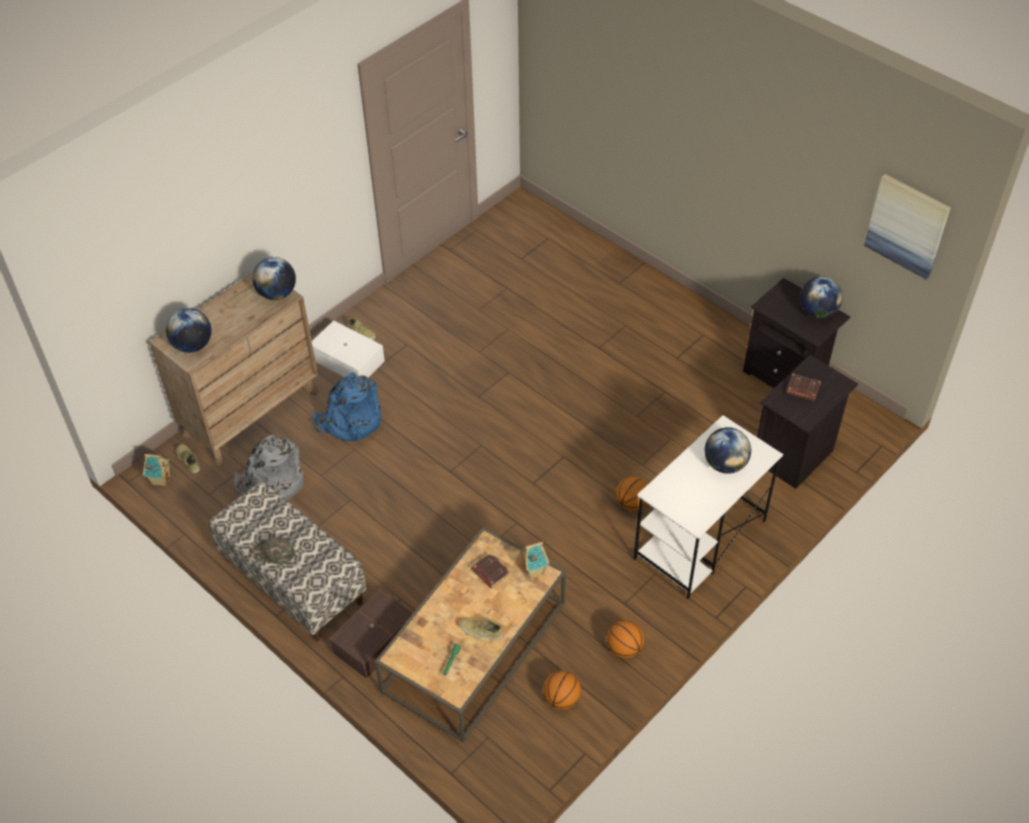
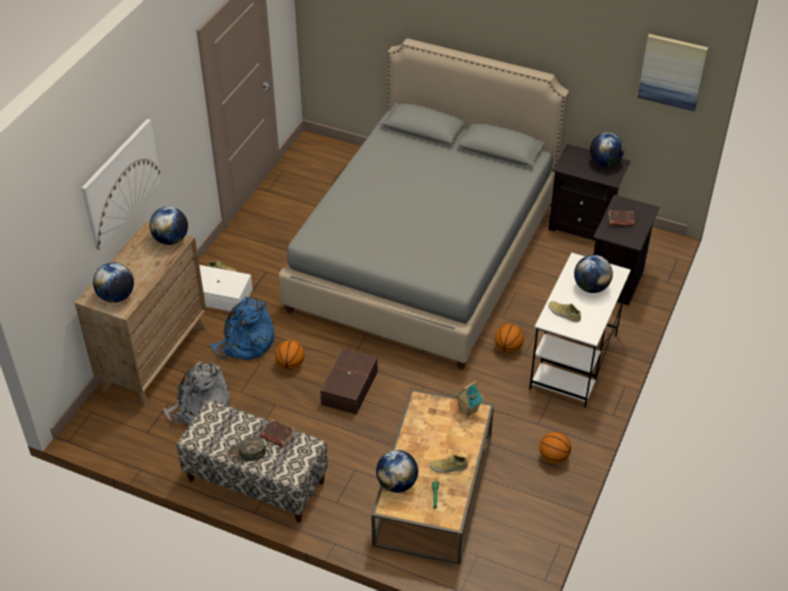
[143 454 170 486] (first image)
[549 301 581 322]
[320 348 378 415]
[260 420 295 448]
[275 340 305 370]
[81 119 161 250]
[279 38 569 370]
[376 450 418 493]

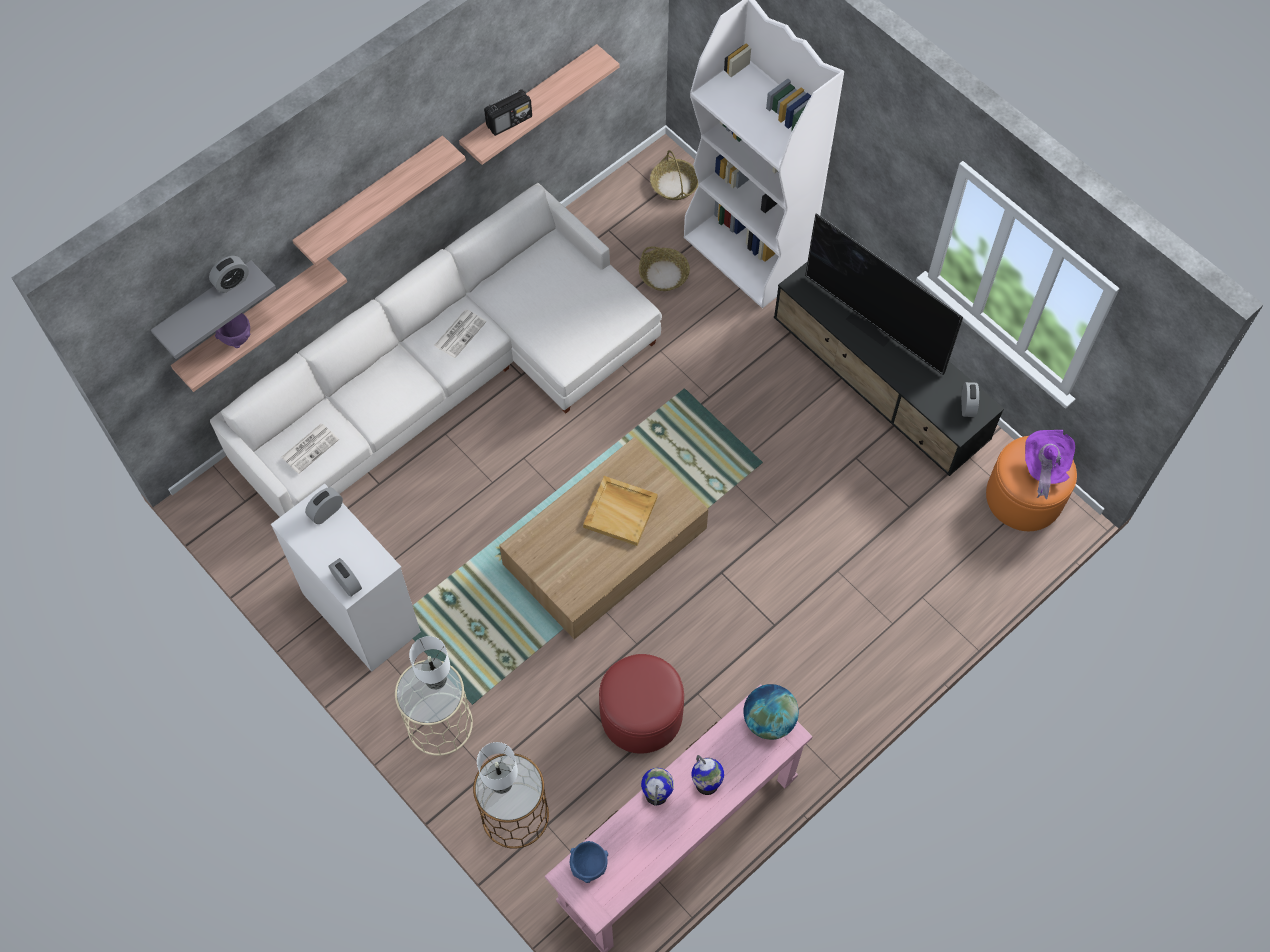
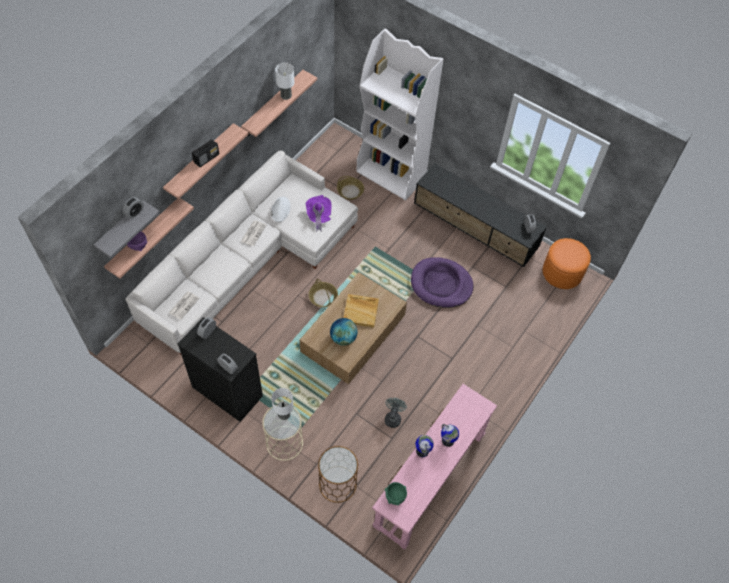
[178 317 263 422]
[275 62 294 100]
[192 139 219 167]
[385 482 407 506]
[385 398 407 428]
[309 279 338 307]
[330 318 358 346]
[805 213 963 375] (first image)
[306 195 332 232]
[271 196 290 222]
[411 257 473 308]

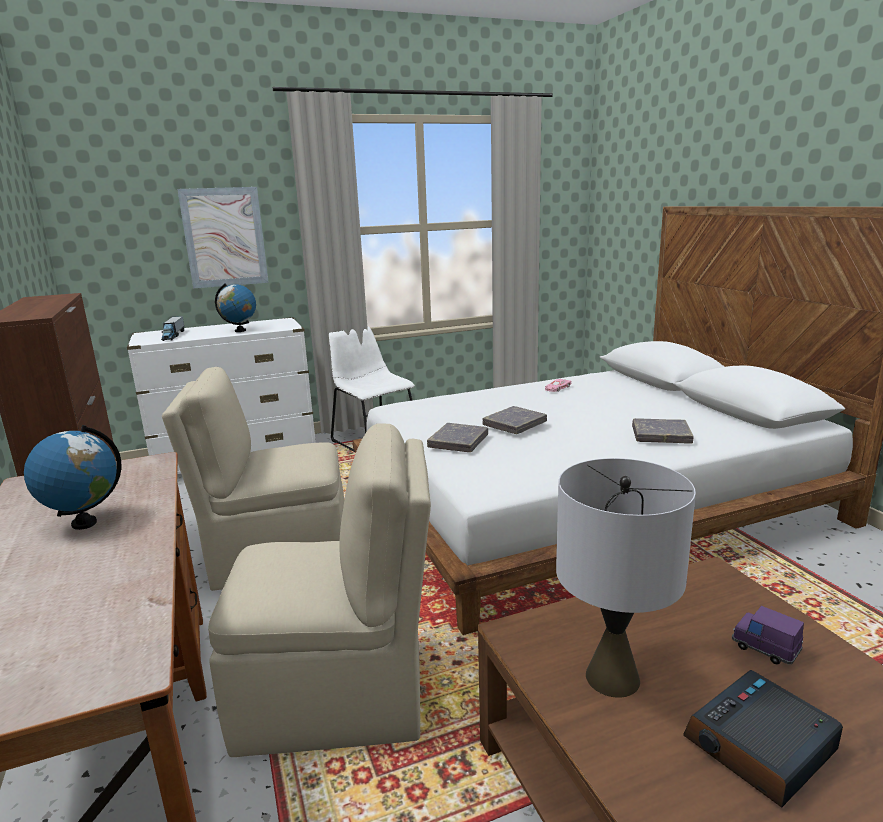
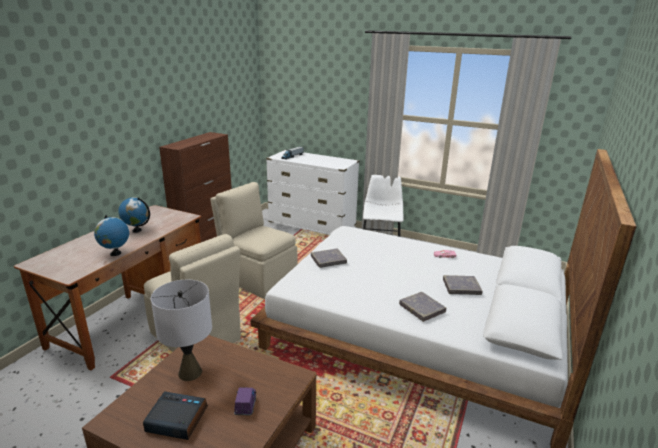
[177 187 269 289] (first image)
[94 215 129 256]
[443 275 482 295]

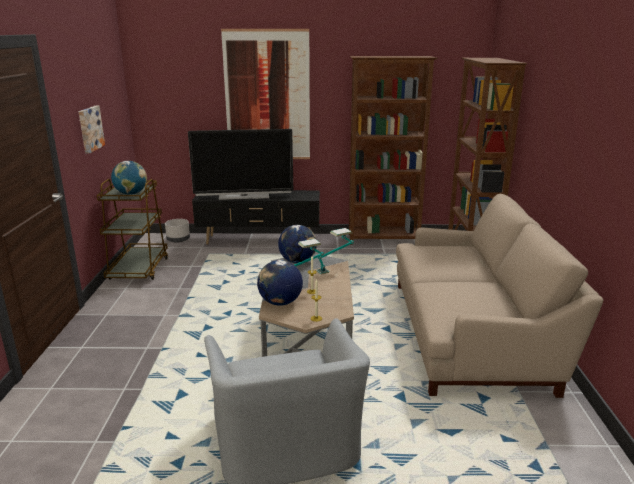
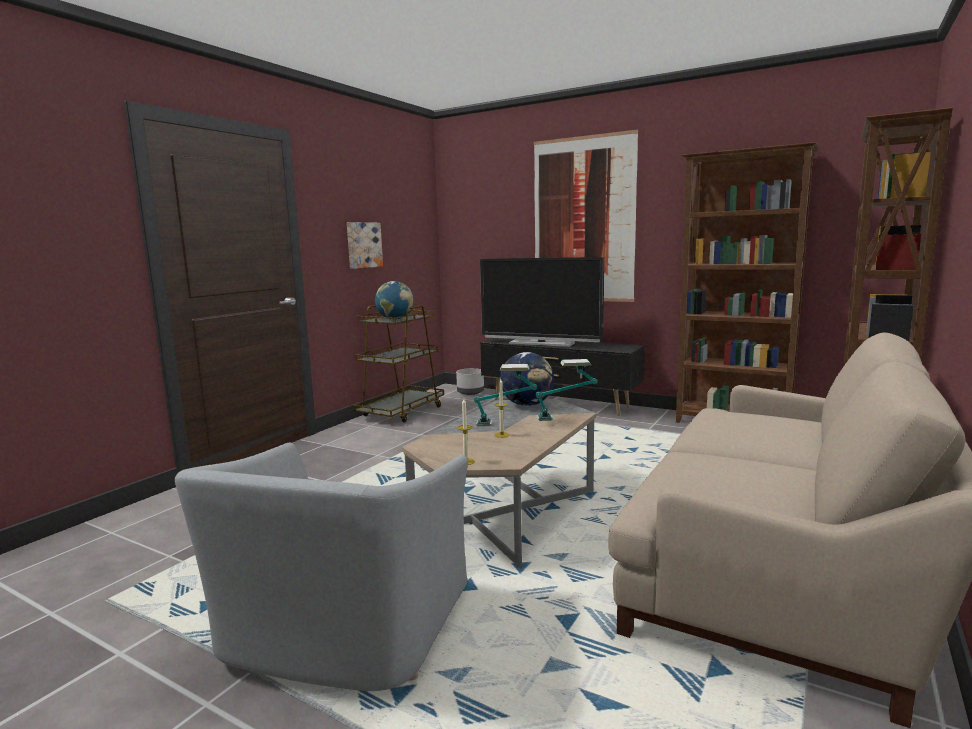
[257 260 303 306] (first image)

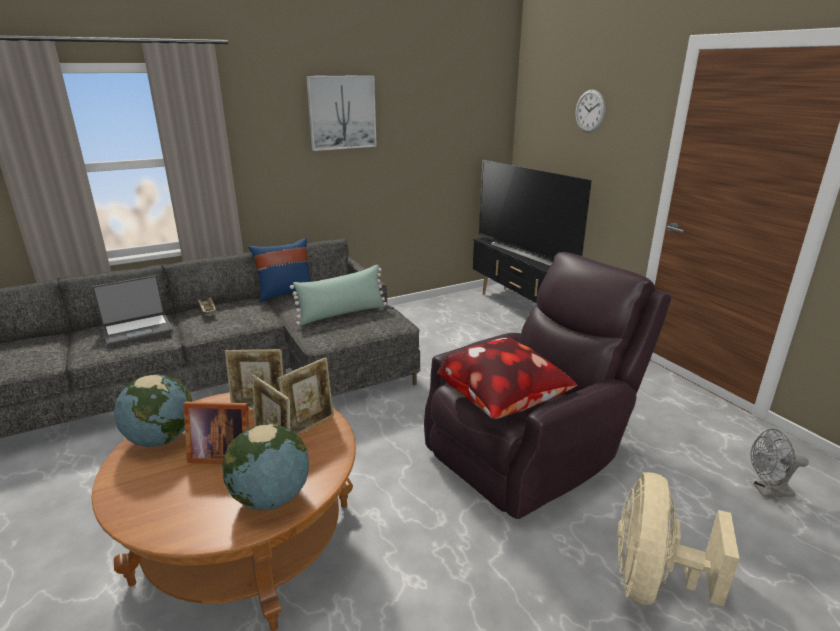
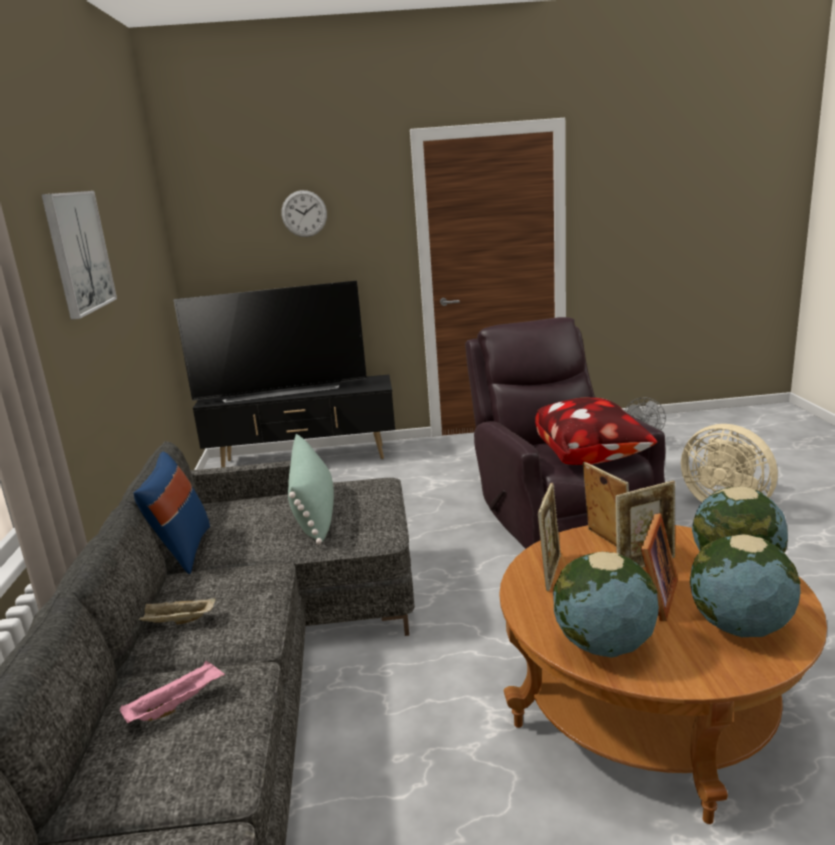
[120 661 225 723]
[690 534 801 637]

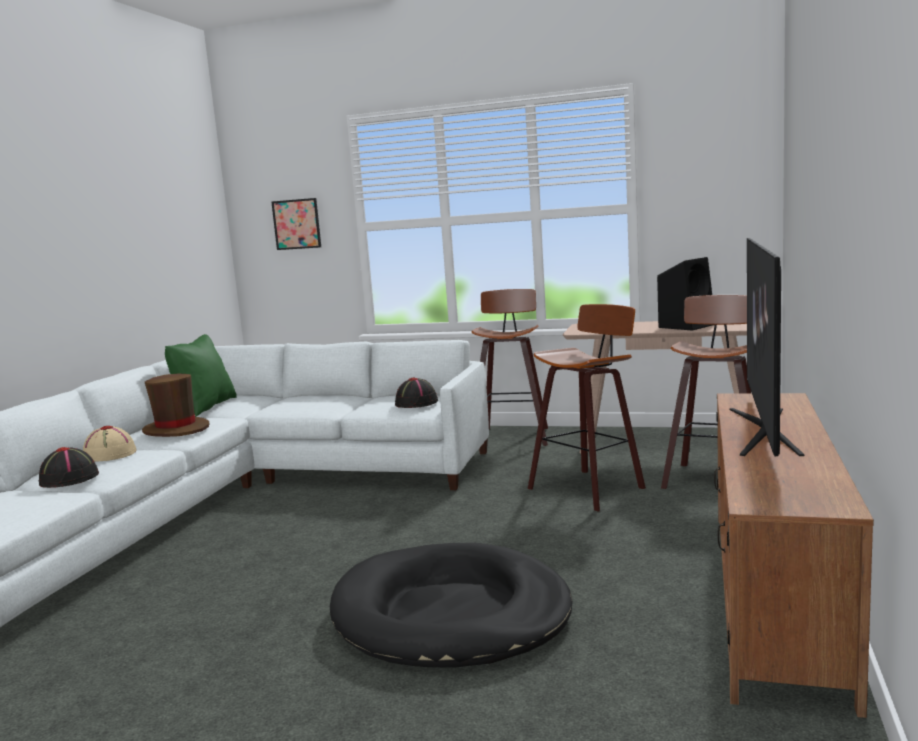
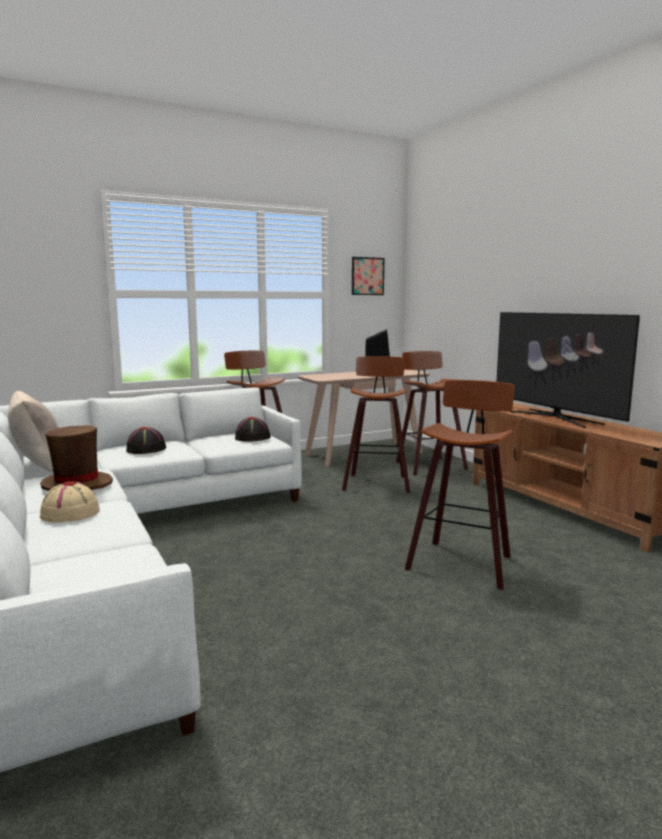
[126 427 166 454]
[8 391 59 472]
[352 257 384 295]
[405 380 515 590]

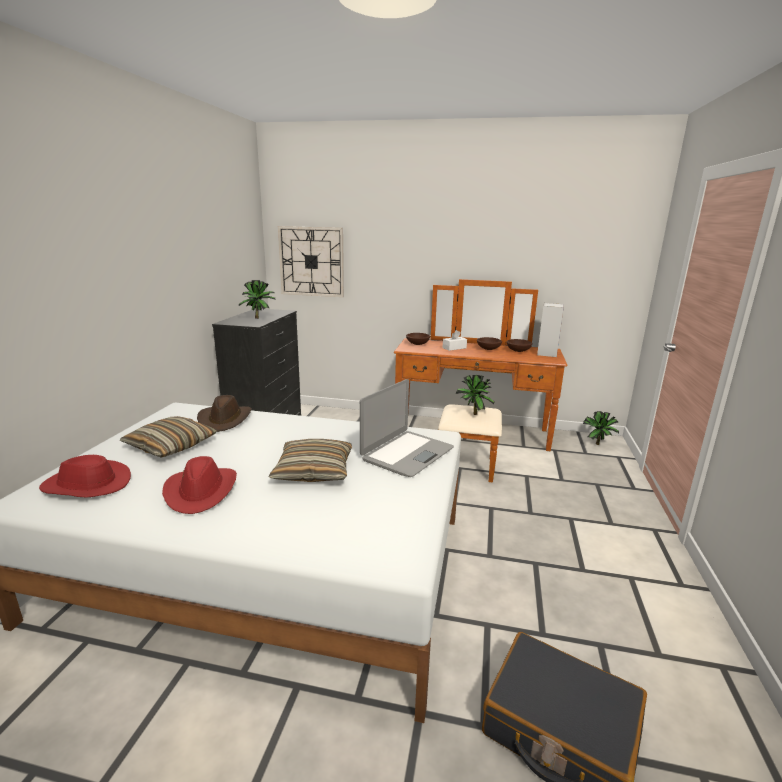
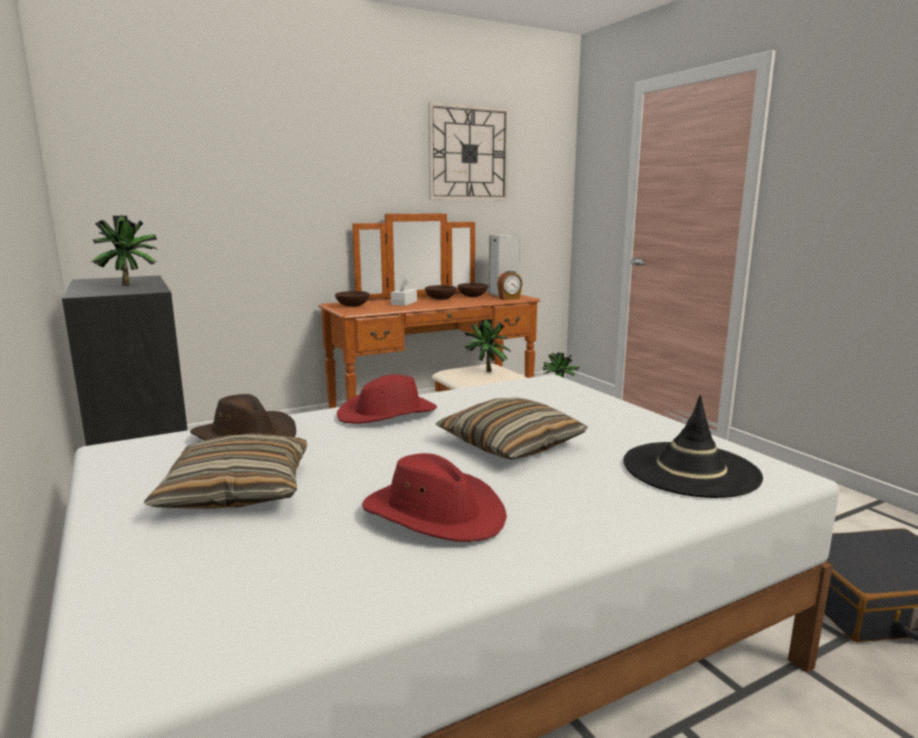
[337 374 437 424]
[428 102 509 200]
[360 379 454 477] (first image)
[497 271 523 300]
[623 395 763 498]

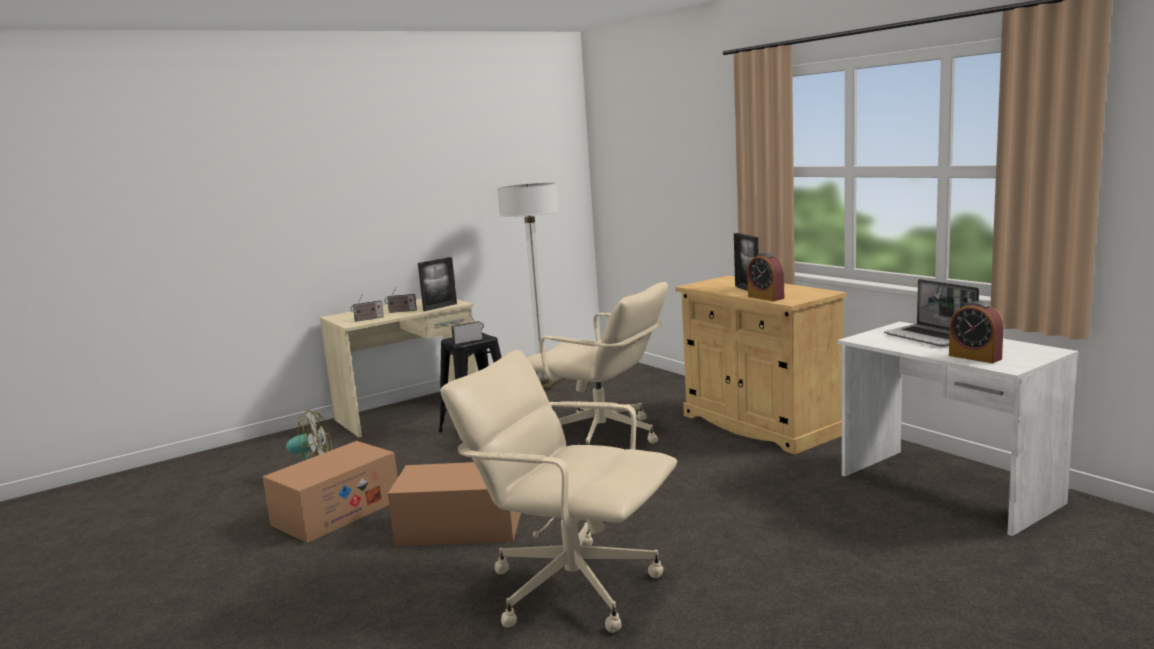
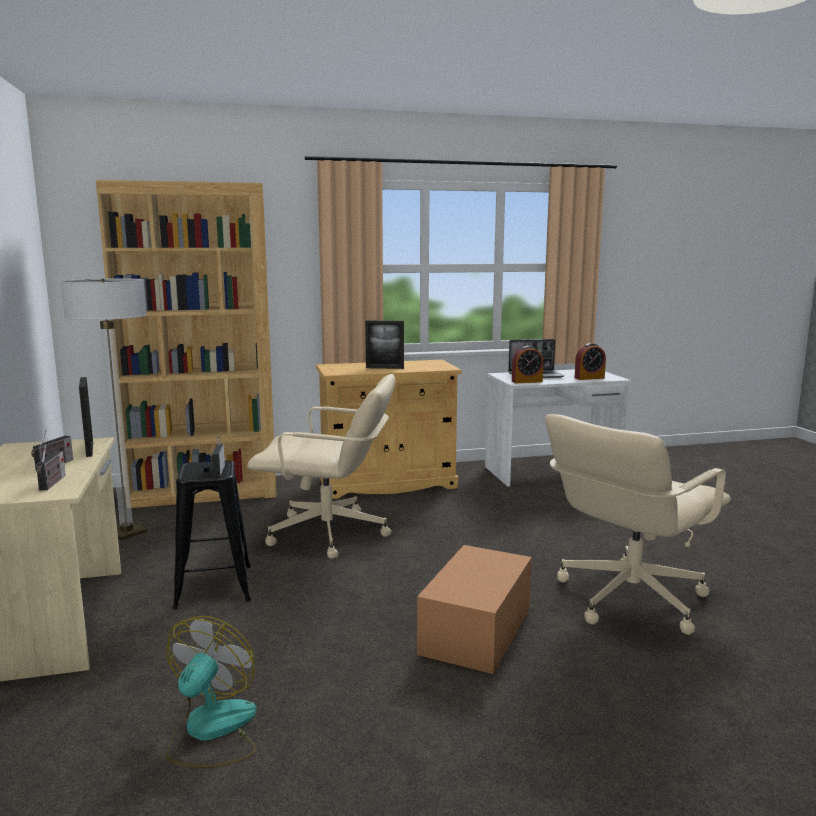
[262 441 398 543] (first image)
[247 374 395 559]
[512 346 544 383]
[96 180 277 508]

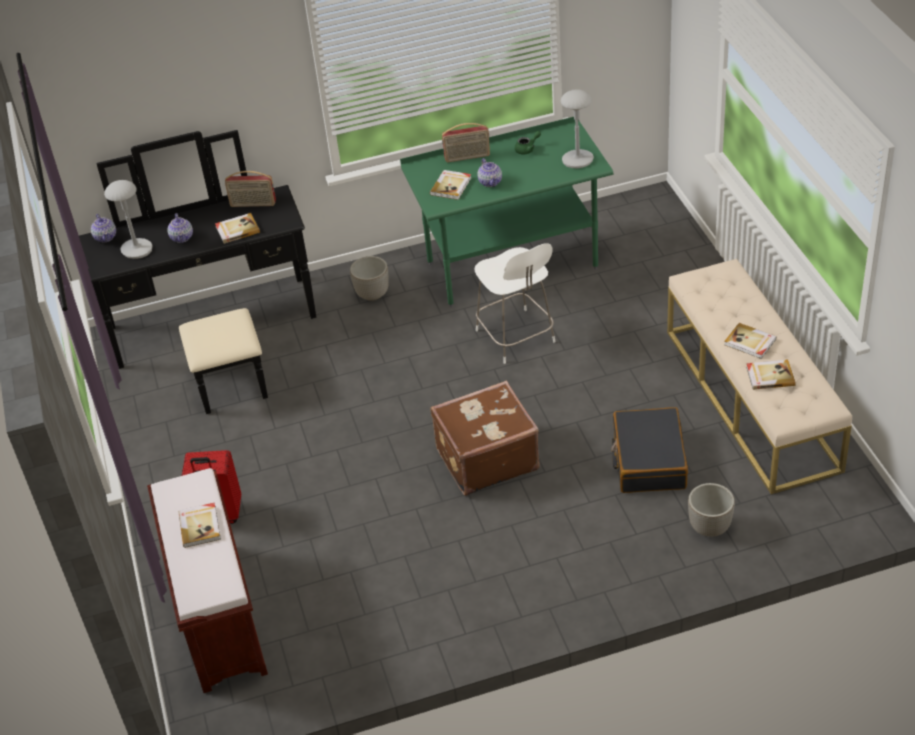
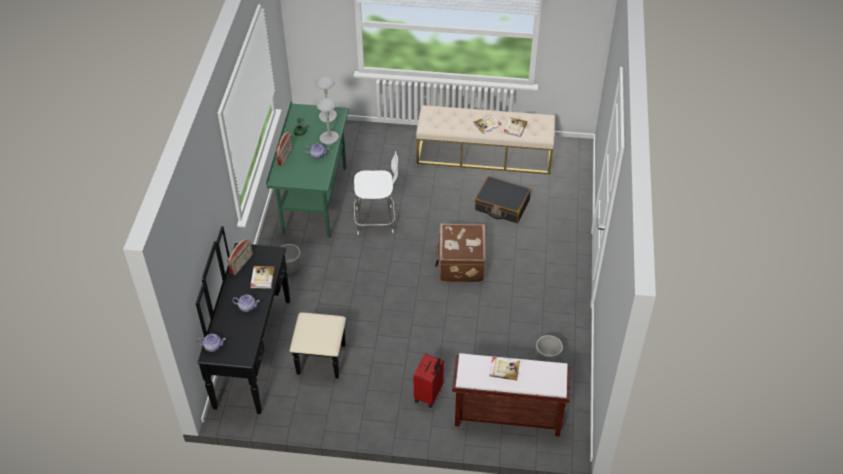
[316 98 339 145]
[430 170 471 200] (first image)
[535 335 563 362]

